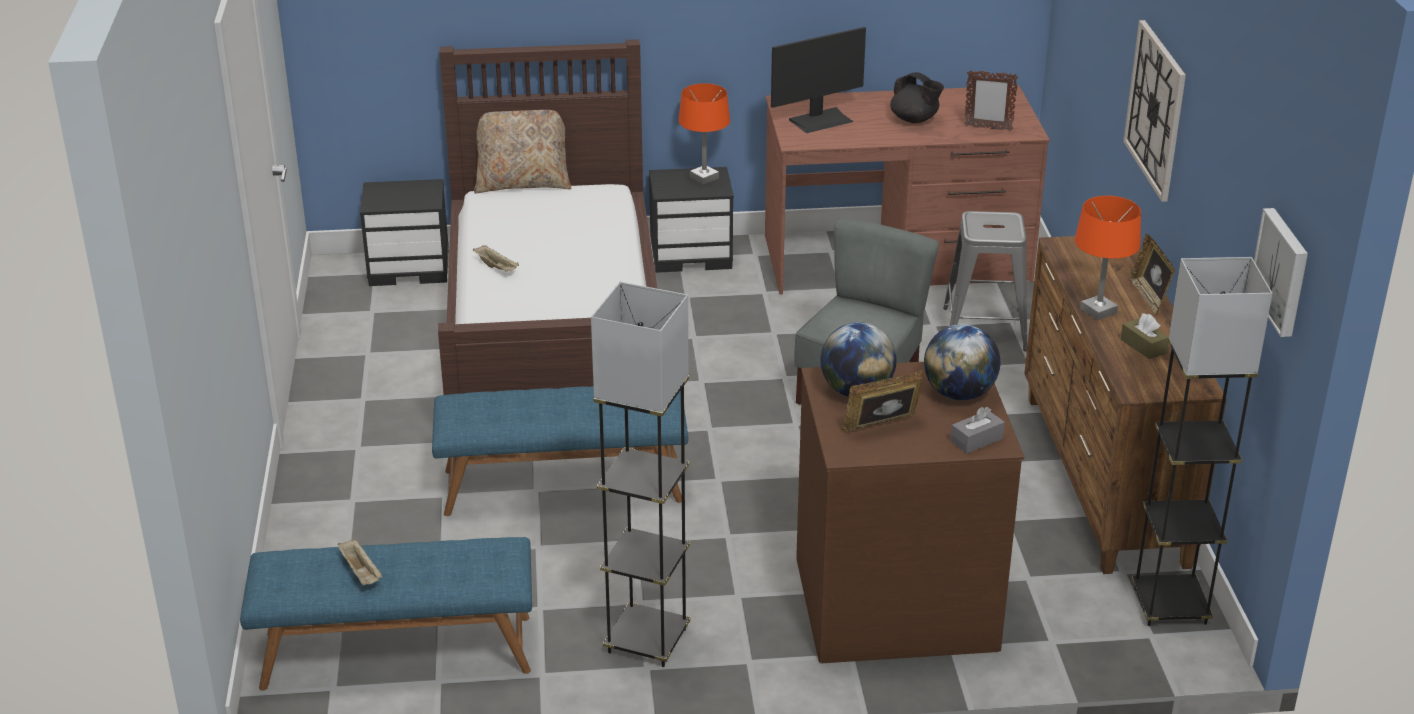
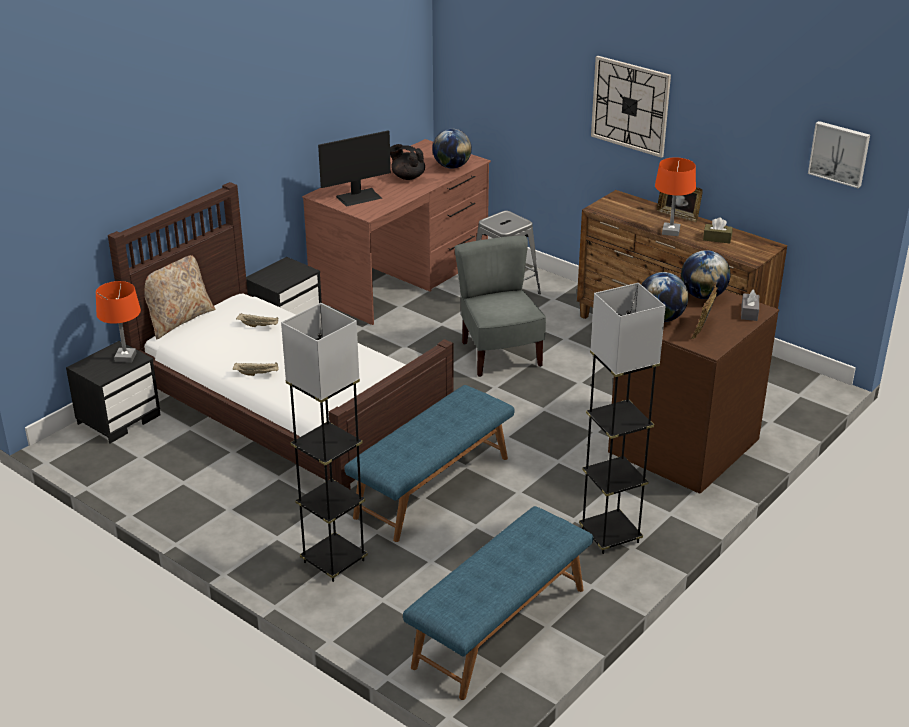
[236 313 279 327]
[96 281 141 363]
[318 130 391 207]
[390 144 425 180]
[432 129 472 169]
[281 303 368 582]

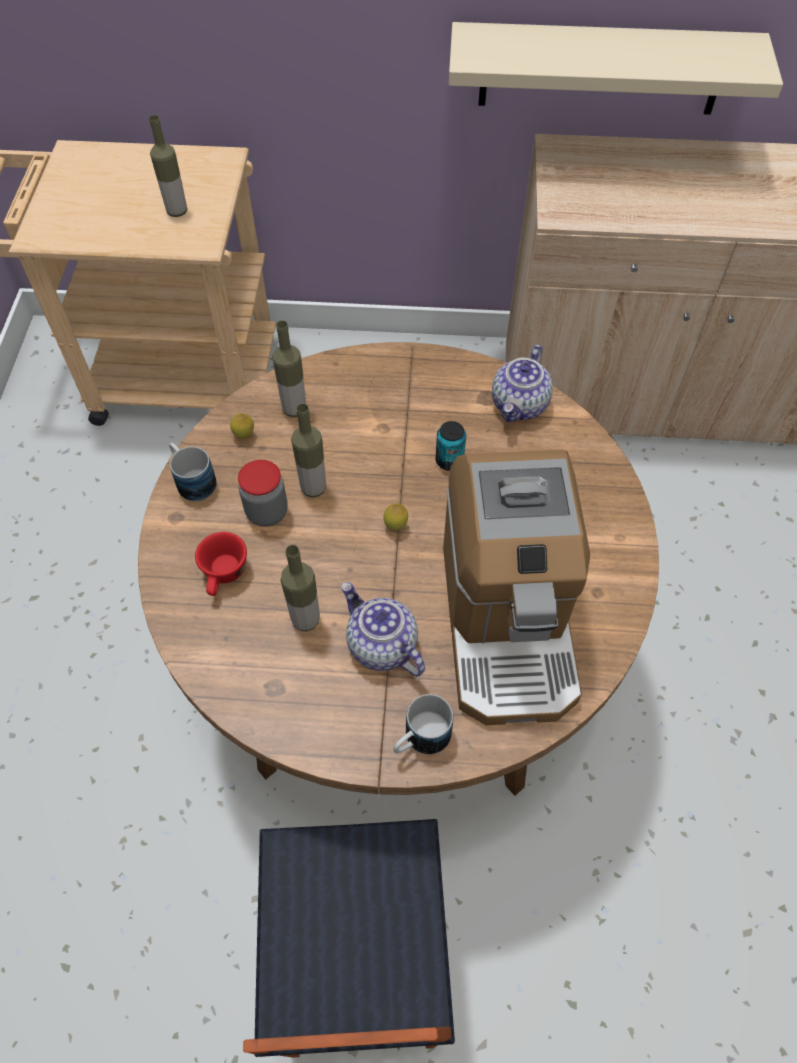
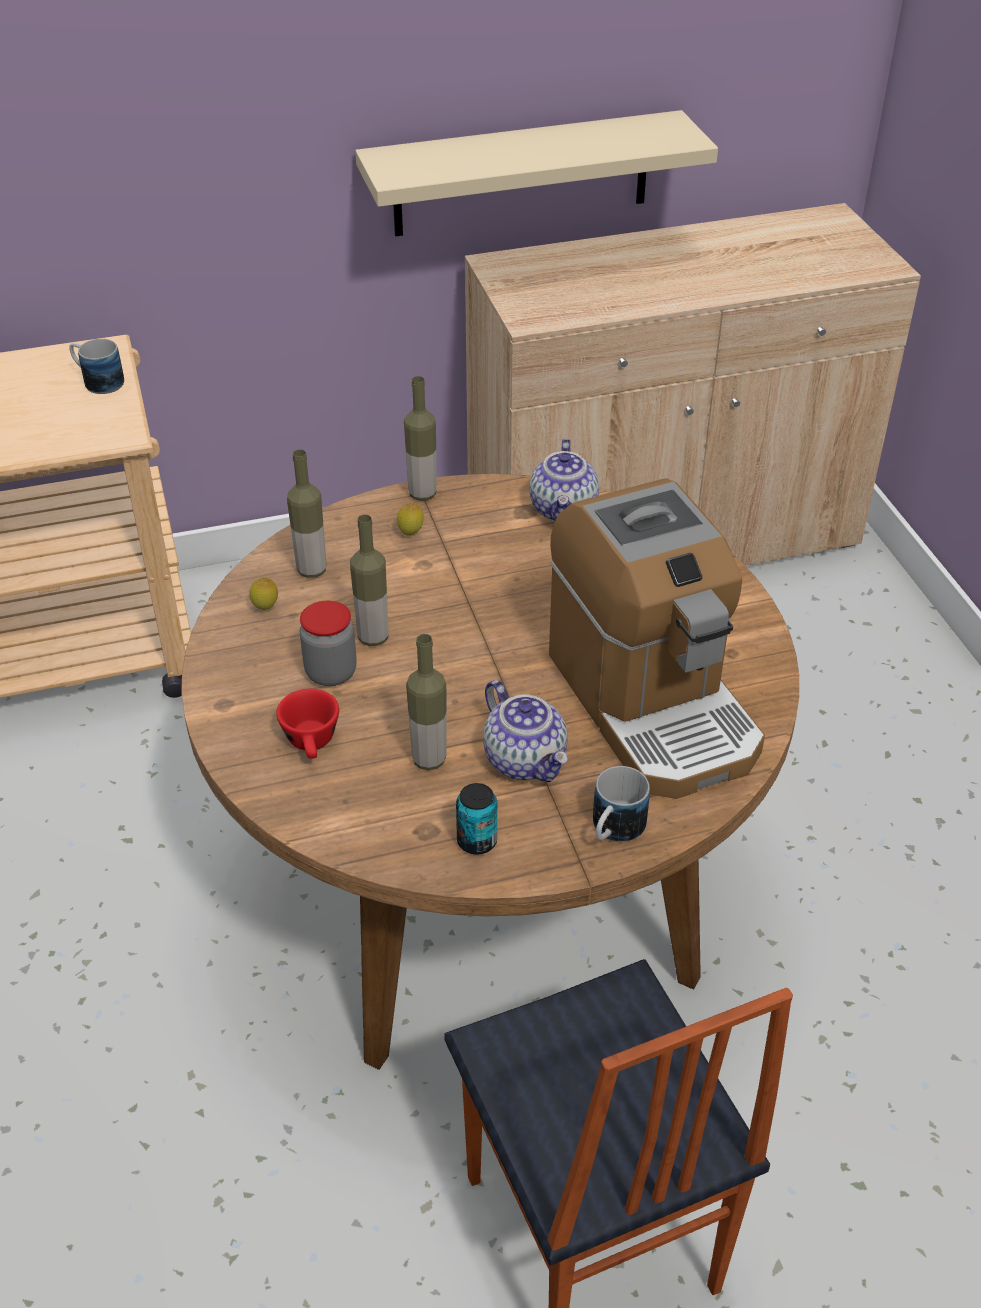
[404 376 437 501]
[69 339 124 394]
[483 680 568 782]
[397 503 424 536]
[456 783 497 855]

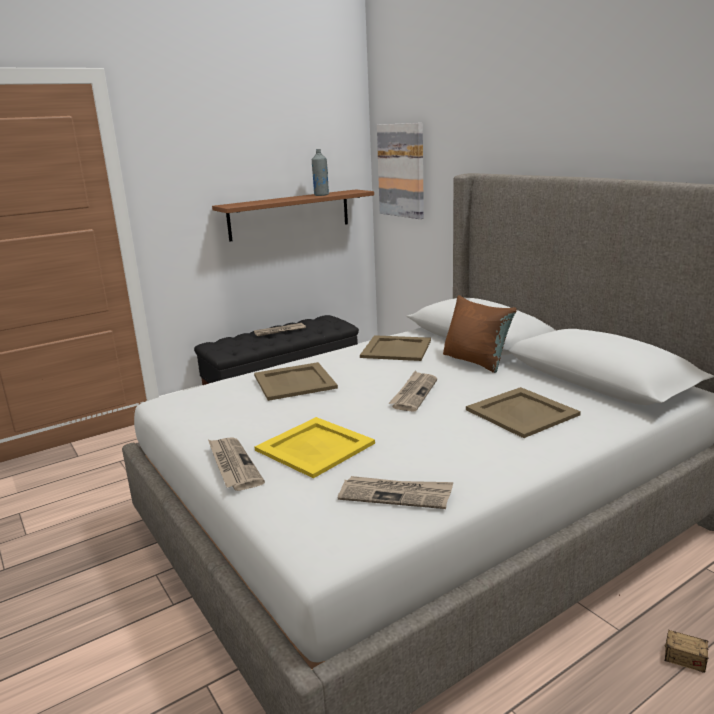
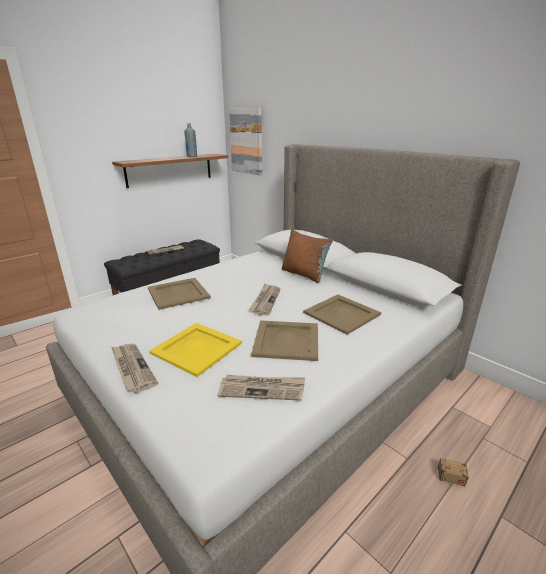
[251 320 318 361]

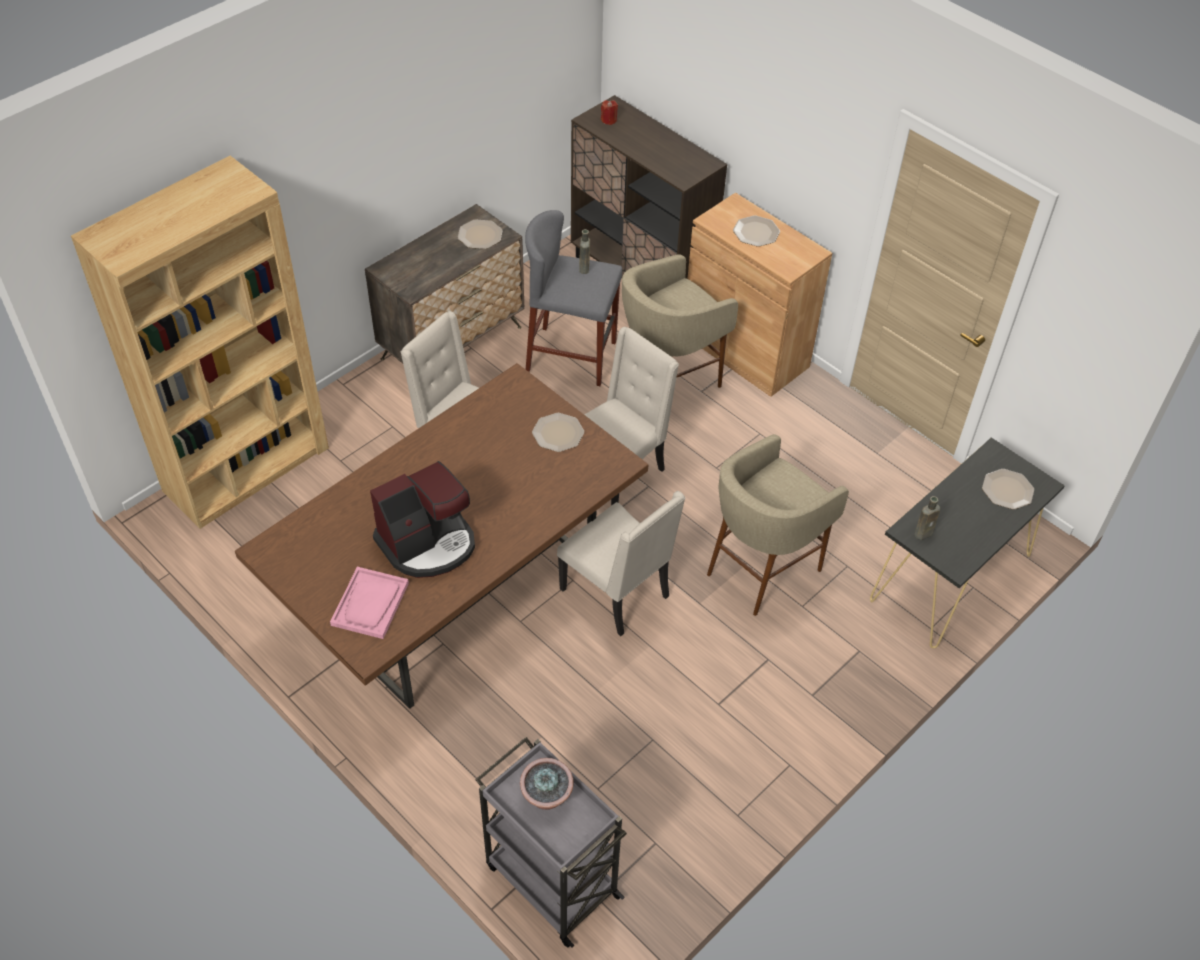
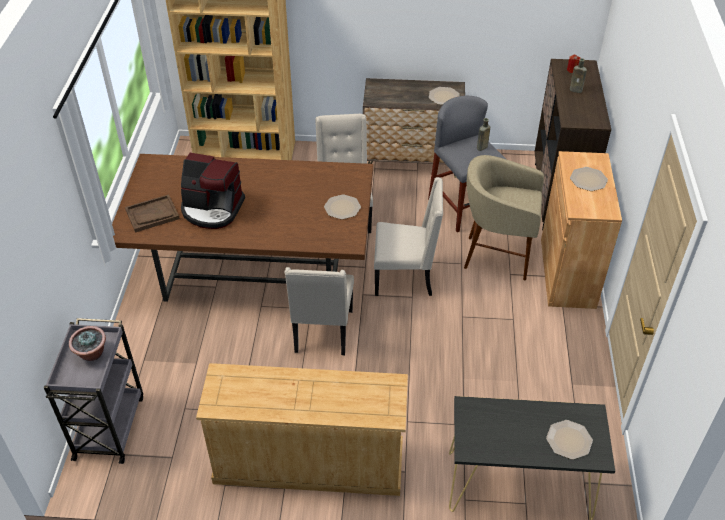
[125 194 180 233]
[707 434 849 616] (first image)
[570 58 587 93]
[196 363 408 496]

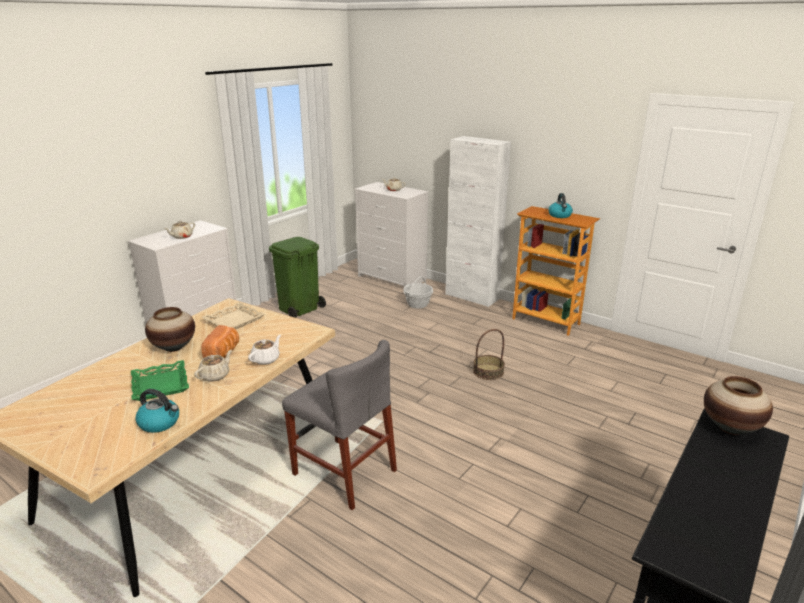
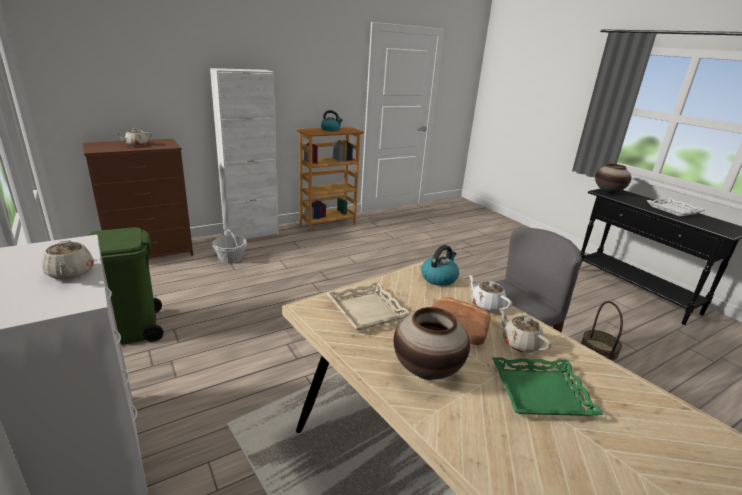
[421 245 459 286]
[83 139 193 258]
[581 301 623 361]
[647 198 705 216]

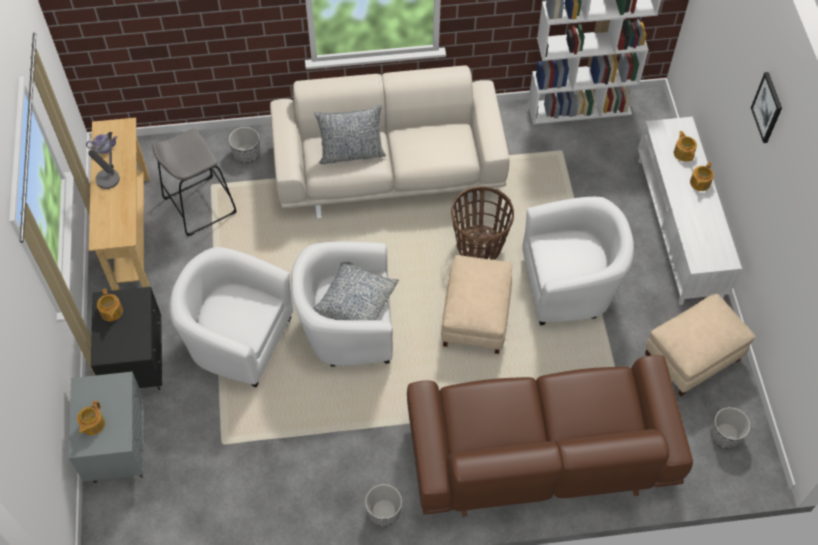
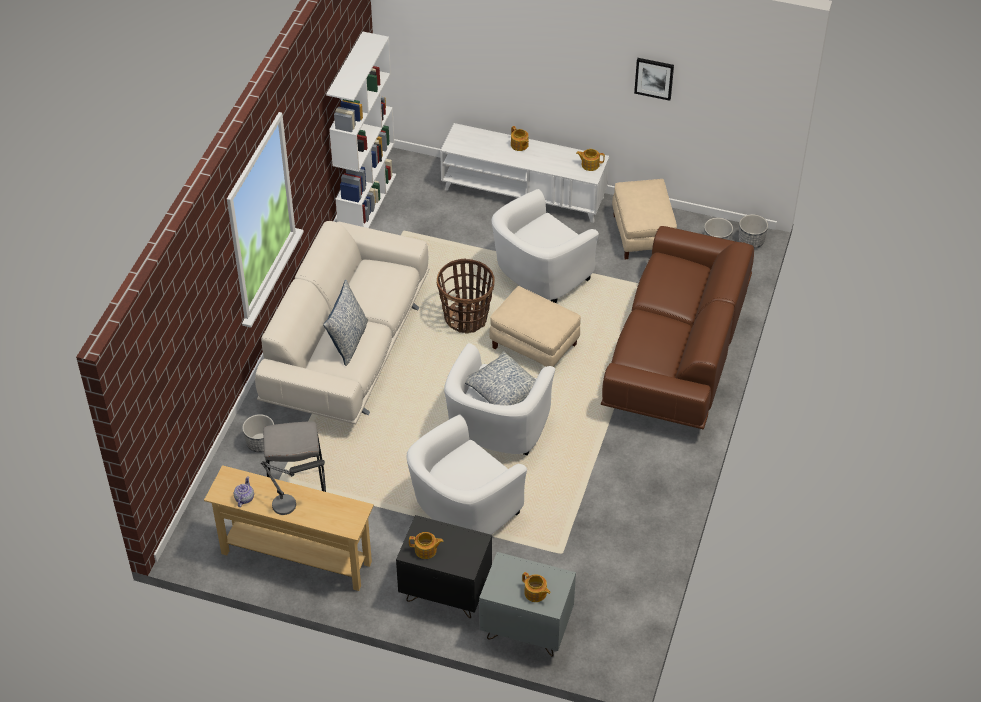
[739 214 768 248]
[492 189 599 303]
[576 149 605 171]
[634 58 674 101]

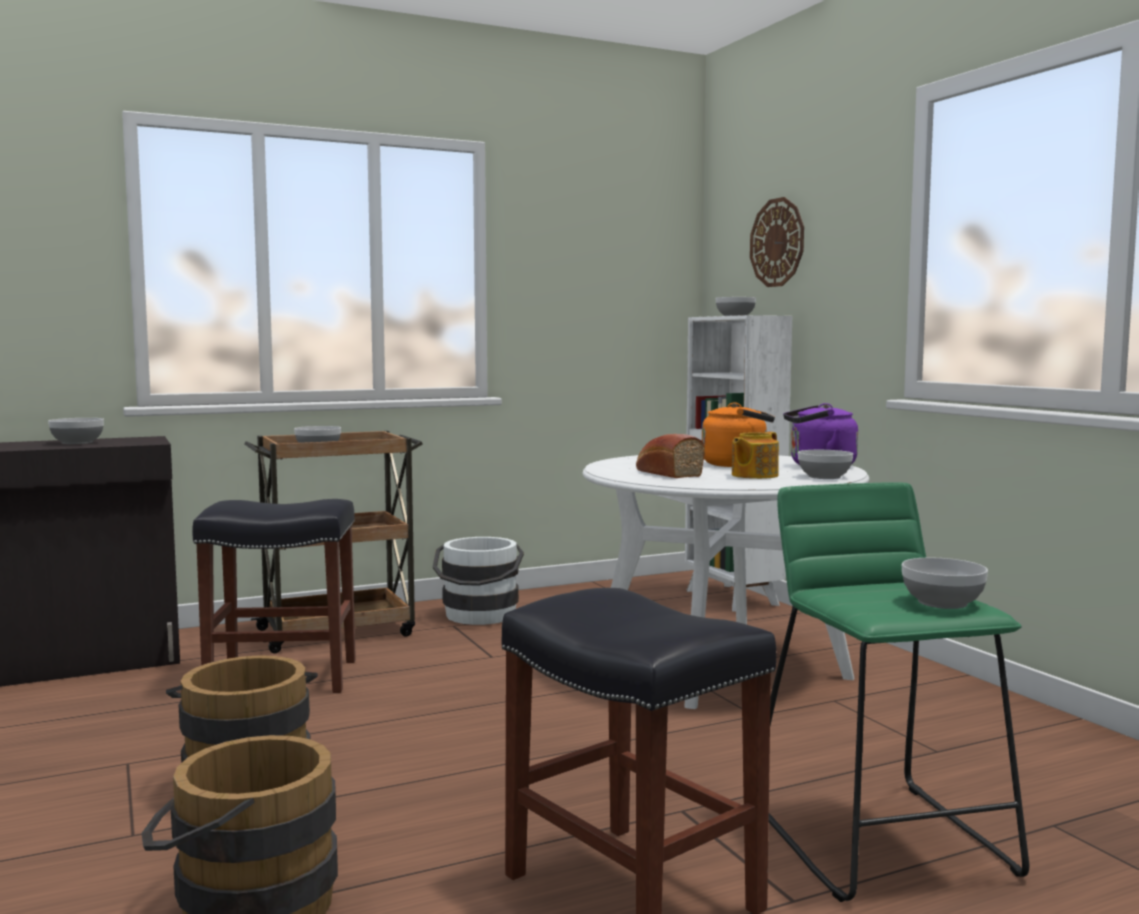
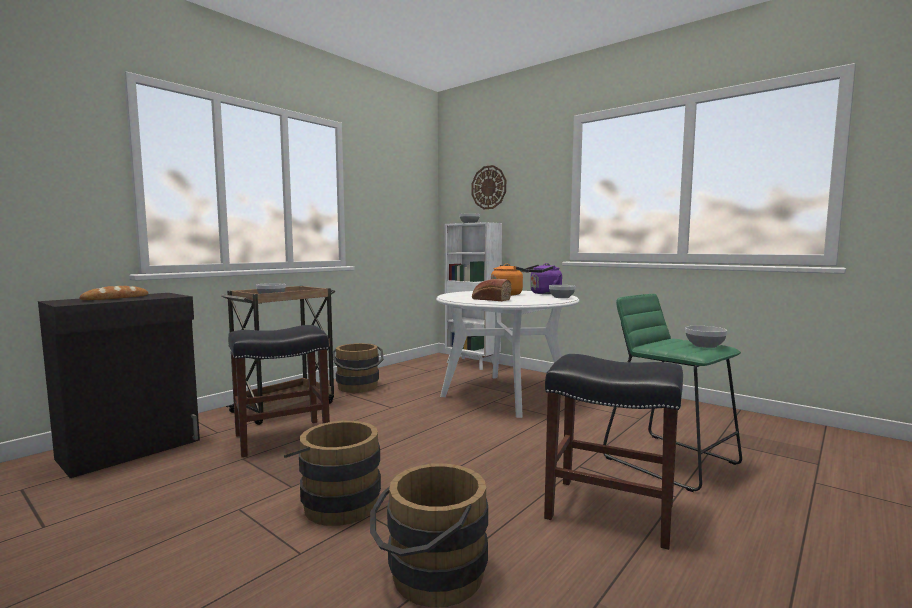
[80 286 148 300]
[333 343 383 393]
[732 432 779 479] (first image)

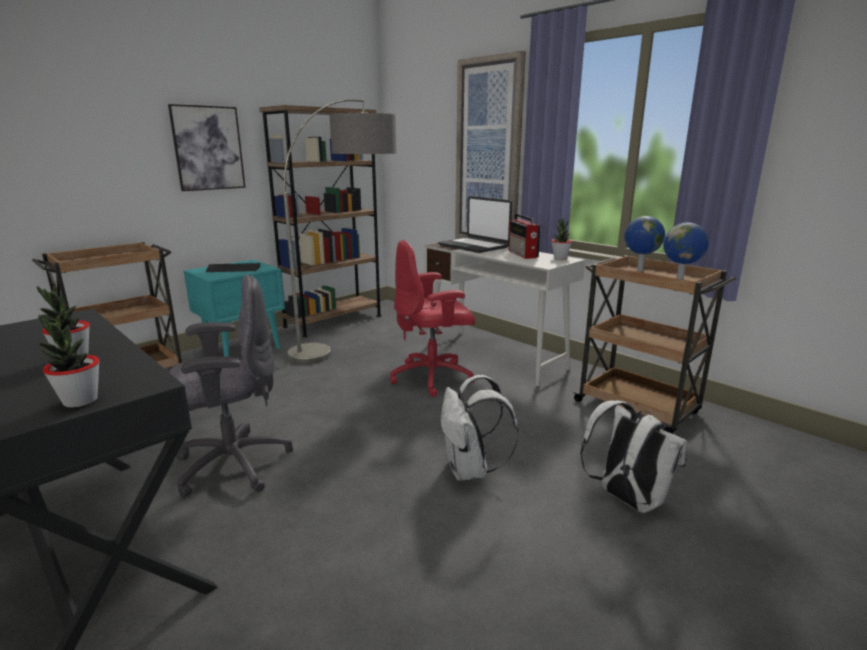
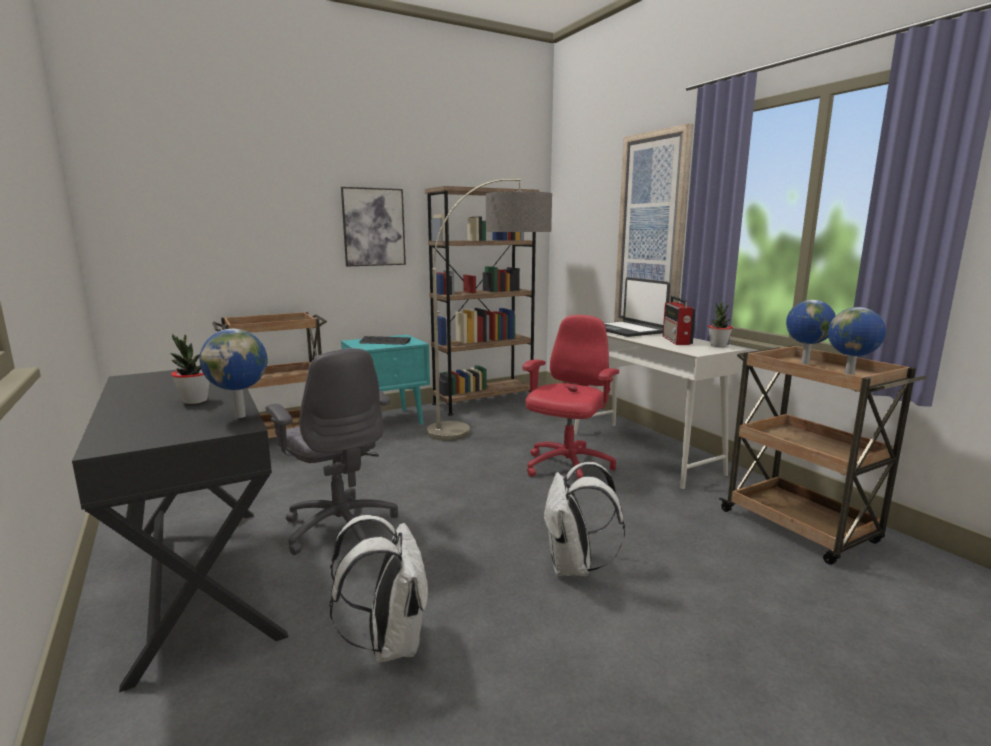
[38 315 99 408] (first image)
[265 348 398 555]
[522 315 619 479]
[329 515 428 662]
[199 329 267 418]

